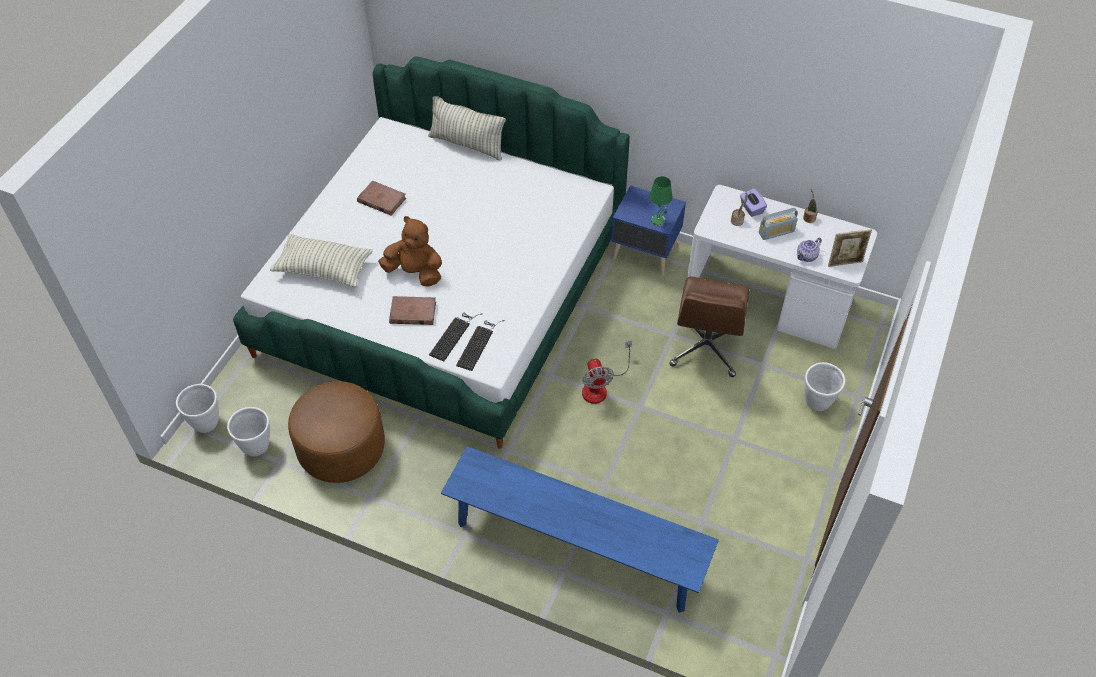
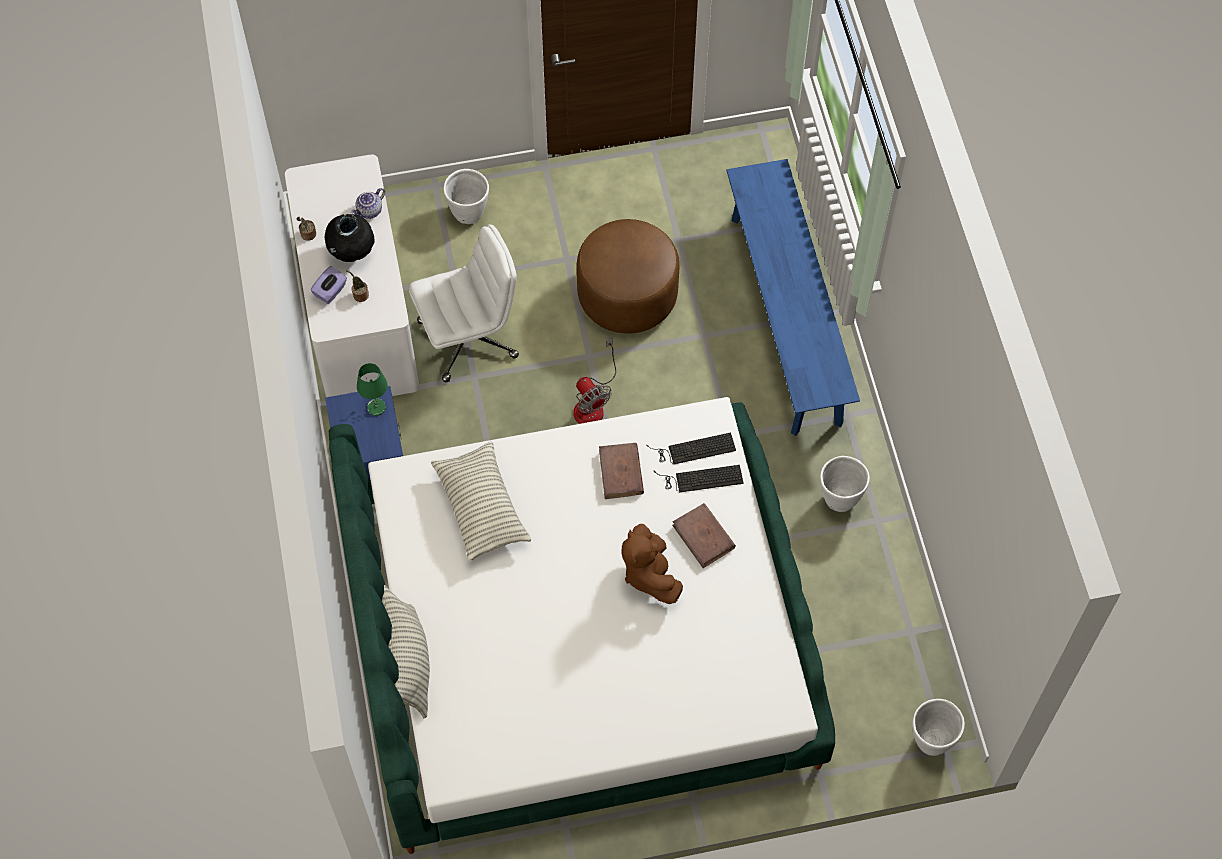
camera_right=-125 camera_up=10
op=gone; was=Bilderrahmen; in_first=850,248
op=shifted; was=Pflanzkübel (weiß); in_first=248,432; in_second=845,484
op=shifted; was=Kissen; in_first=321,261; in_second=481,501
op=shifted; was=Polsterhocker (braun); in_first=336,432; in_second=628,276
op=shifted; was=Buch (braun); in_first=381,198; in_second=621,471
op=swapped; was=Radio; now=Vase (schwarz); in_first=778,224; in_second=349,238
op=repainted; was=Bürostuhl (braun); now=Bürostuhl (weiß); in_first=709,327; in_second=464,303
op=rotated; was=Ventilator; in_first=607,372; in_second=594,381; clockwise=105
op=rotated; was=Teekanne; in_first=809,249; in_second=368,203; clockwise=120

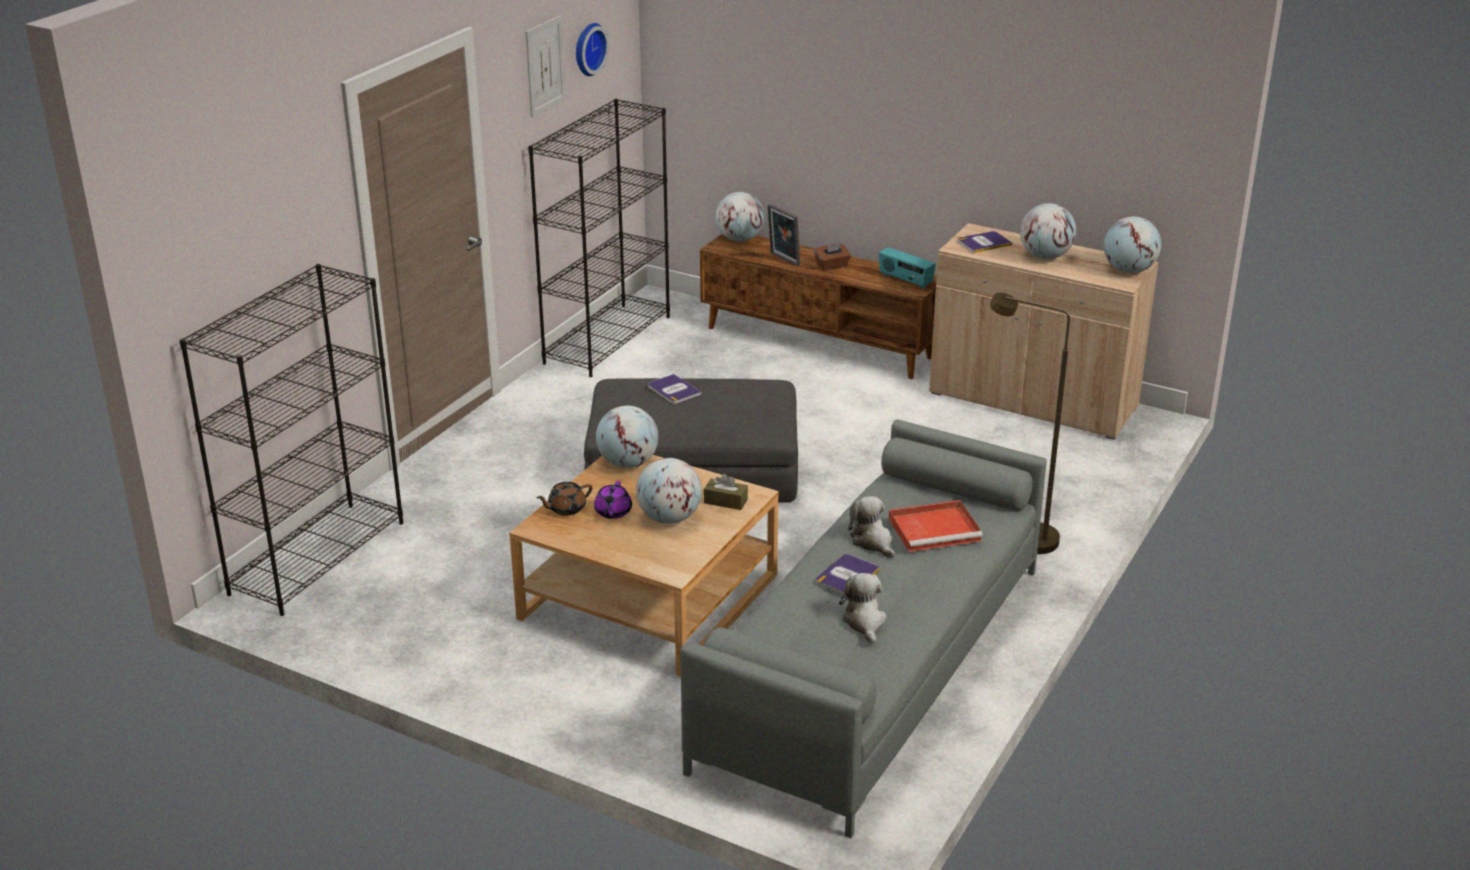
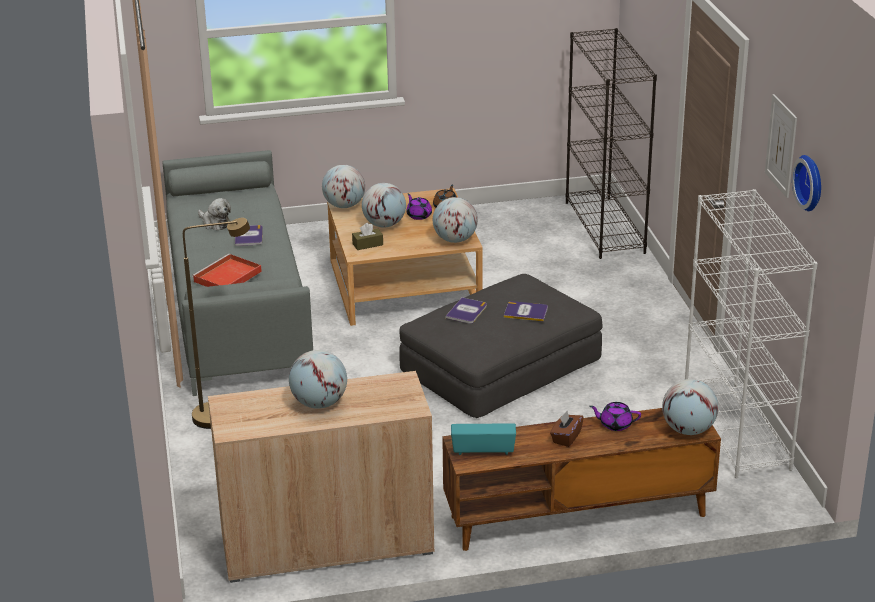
camera_right=140 camera_up=0
op=gone; was=Plüschtier; in_first=872,527
op=shifted; was=Buch; in_first=985,242; in_second=466,310
op=shifted; was=Globus; in_first=1132,244; in_second=343,186
op=swapped; was=Bilderrahmen; now=Teekanne (lila); in_first=783,235; in_second=615,416
op=repainted; was=Bücherregal (schwarz); now=Bücherregal (weiß); in_first=599,238; in_second=751,333

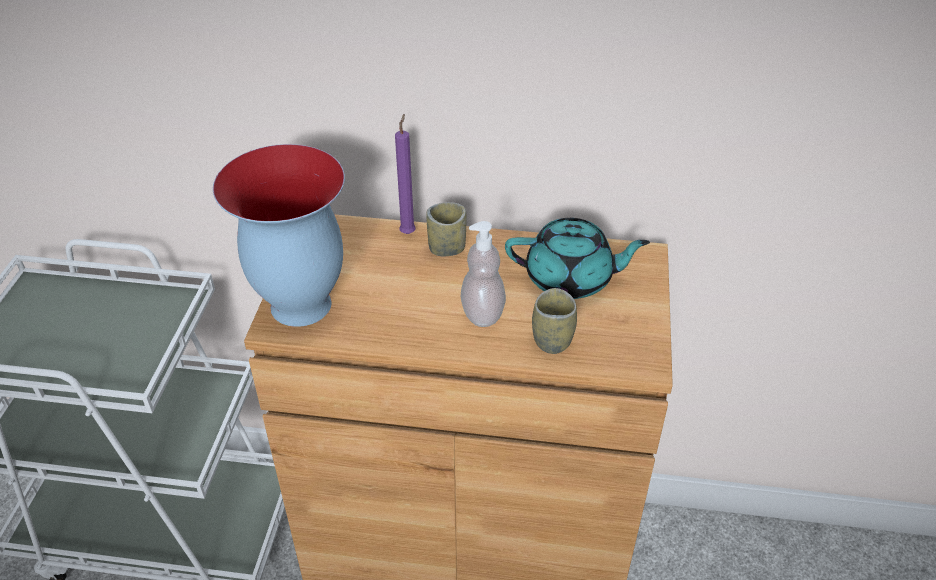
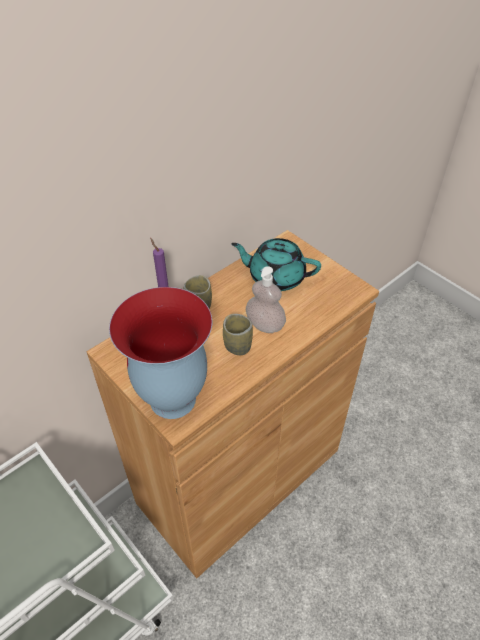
camera_right=-50 camera_up=5
op=shifted; was=Tasse; in_first=554,321; in_second=238,334
op=rotated; was=Teekanne (türkis); in_first=577,258; in_second=276,264; clockwise=-120

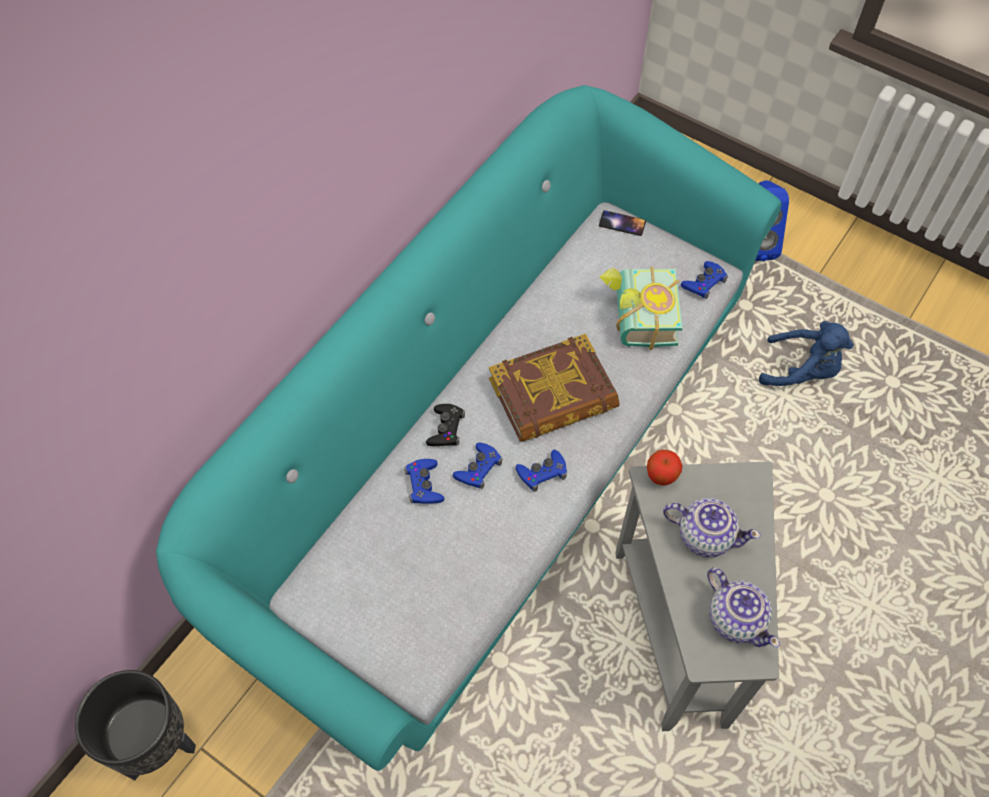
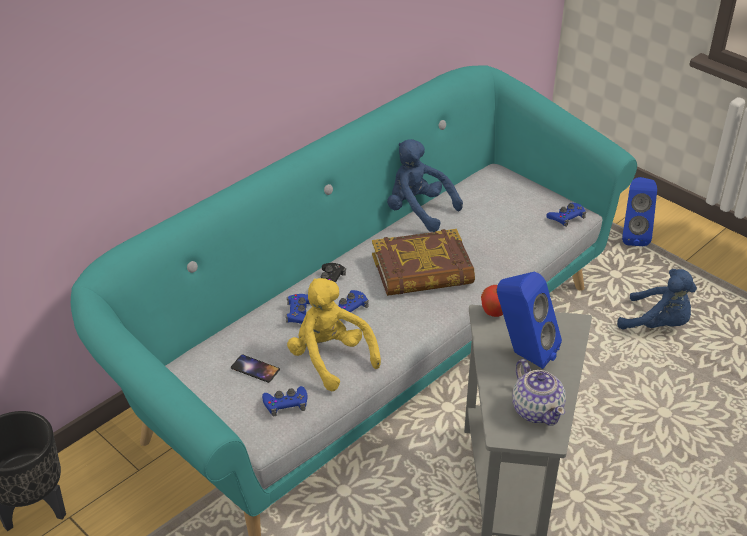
camera_right=10 camera_up=-20
op=gone; was=Buch; in_first=641,308
op=new; now=Plüschtier (gelb); in_second=334,334
op=new; now=Plüschtier (blau); in_second=425,185
op=shifted; was=Gamepad (blau); in_first=541,471; in_second=285,401
op=shifted; was=Handy; in_first=622,223; in_second=255,368
op=swapped; was=Teekanne; now=Lautsprecher (blau); in_first=712,527; in_second=529,320

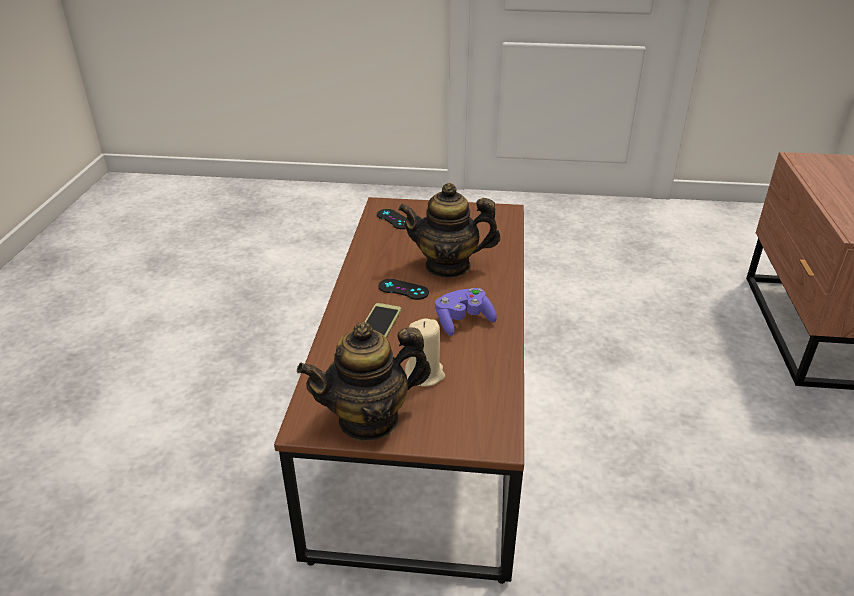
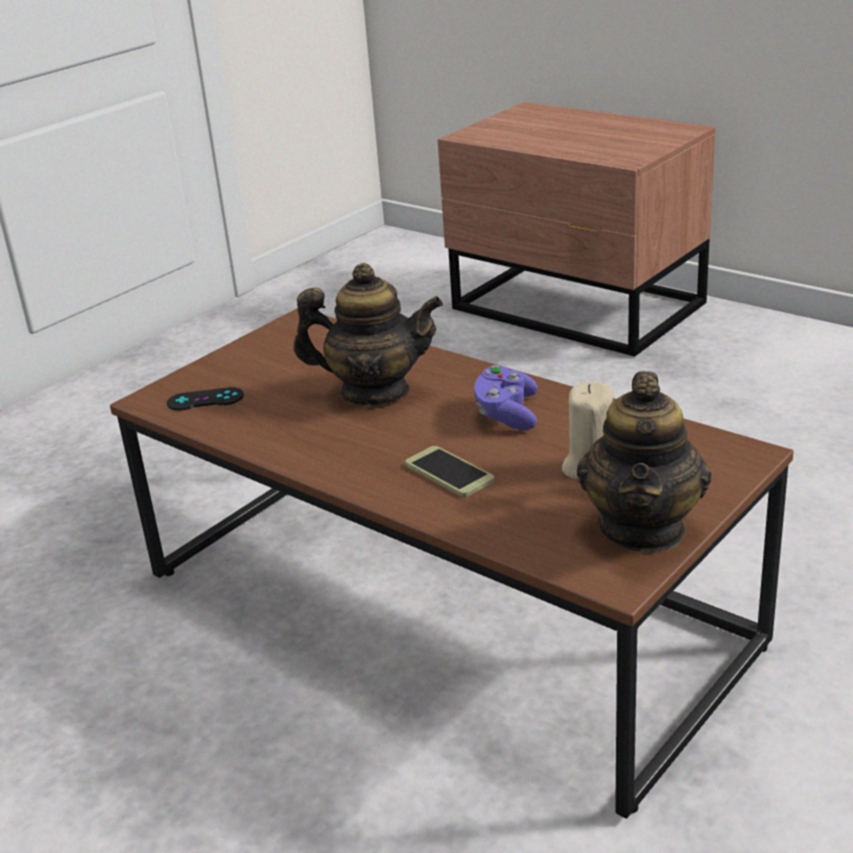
camera_right=-55 camera_up=-5
op=gone; was=Gamepad (schwarz); in_first=403,289
op=rotated; was=Teekanne; in_first=449,230; in_second=368,334; clockwise=-120

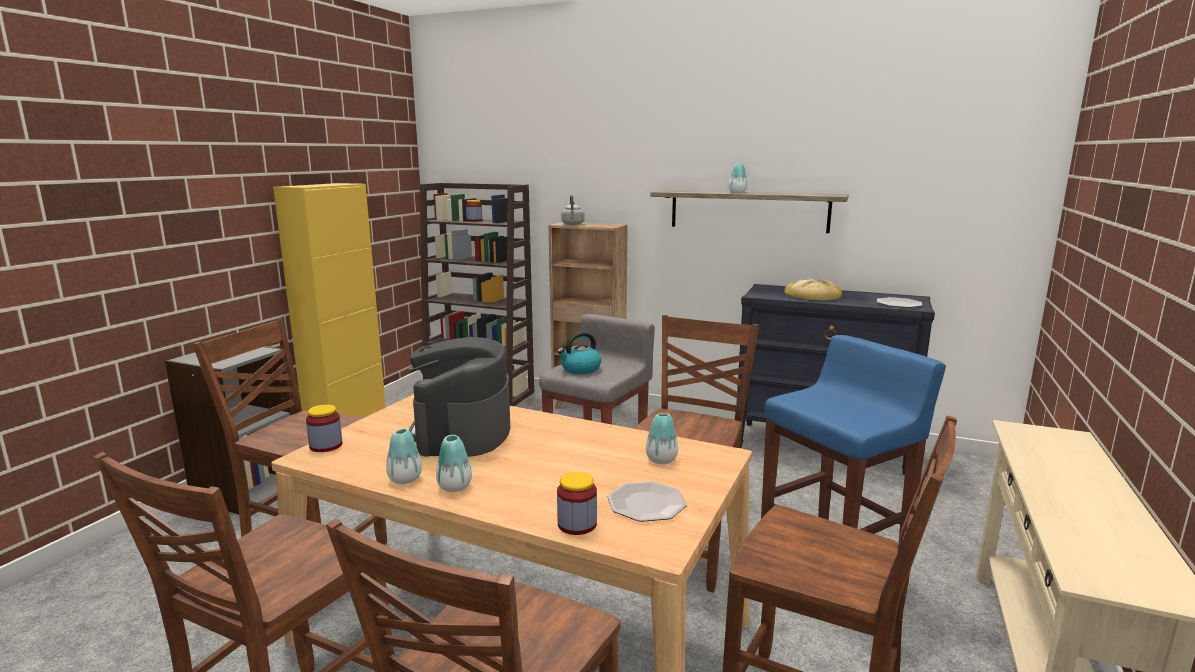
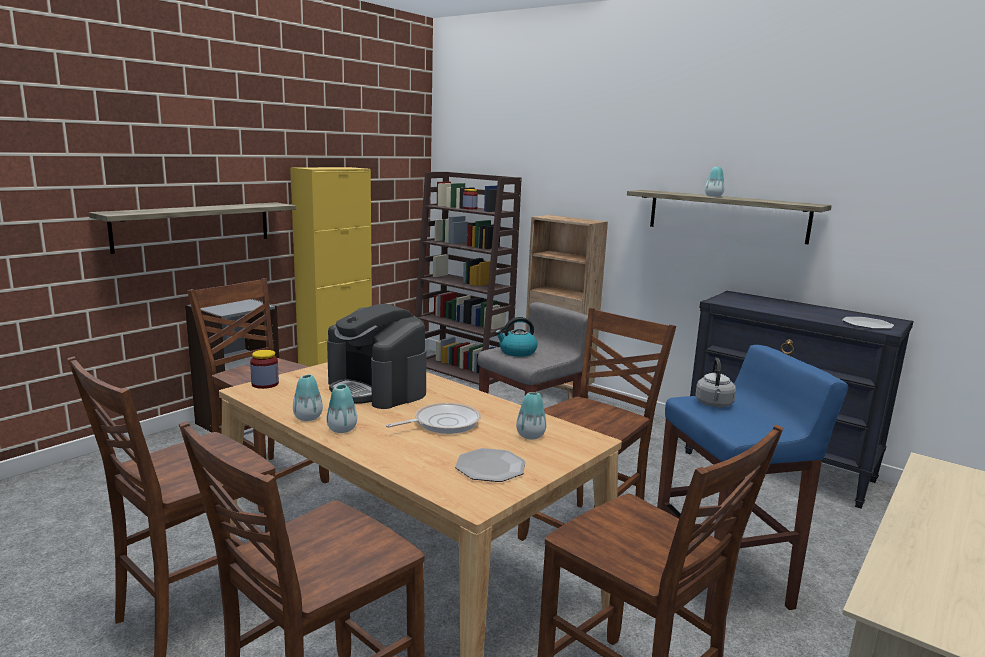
camera_right=15 camera_up=0
op=gone; was=Vorratsglas; in_first=577,503
op=gone; was=Brot; in_first=813,290
op=new; now=Wandregal; in_second=192,228
op=new; now=Pfanne; in_second=433,418
op=shifted; was=Wasserkessel (grau); in_first=572,210; in_second=715,382
op=rotated; was=Kaffeemaschine; in_first=459,397; in_second=376,356; clockwise=-60

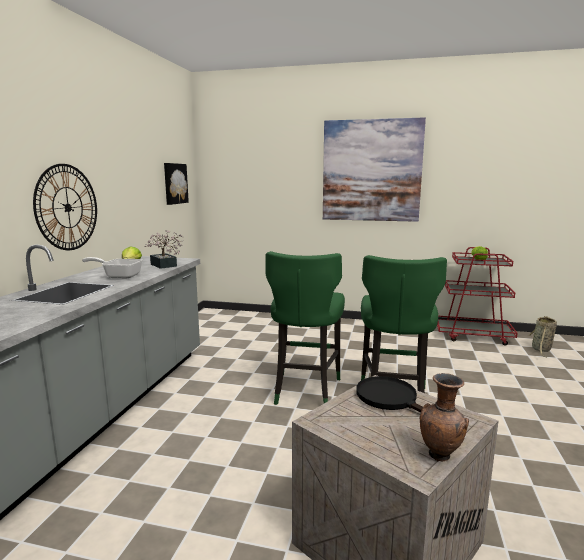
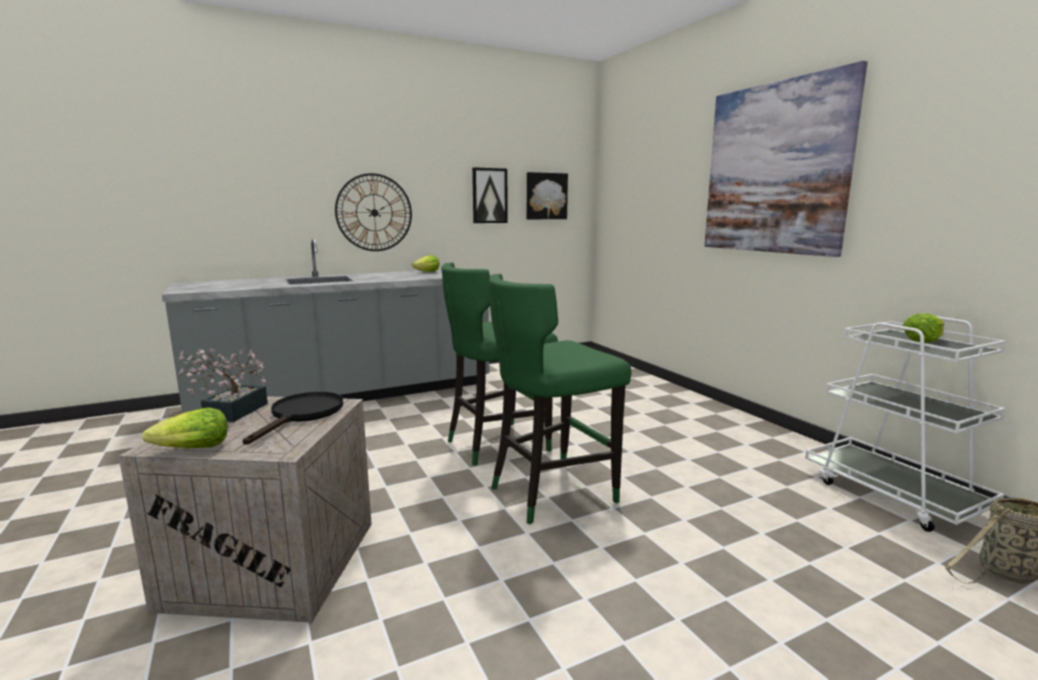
camera_right=50 camera_up=0
op=gone; was=Pfanne; in_first=112,267
op=new; now=Bild; in_second=490,195
op=shifted; was=Topfpflanze; in_first=164,249; in_second=223,385
op=swapped; was=Vase (braun); now=Salatkopf; in_first=444,417; in_second=185,427
op=repainted; was=Rollwagen (rot); now=Rollwagen (weiß); in_first=477,296; in_second=905,424

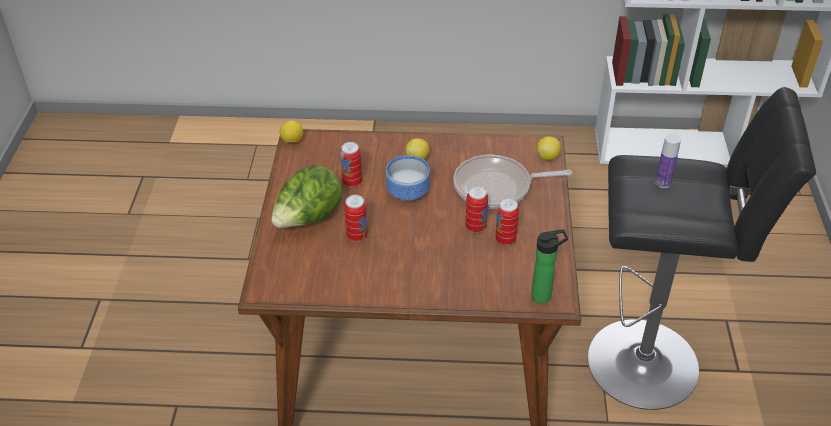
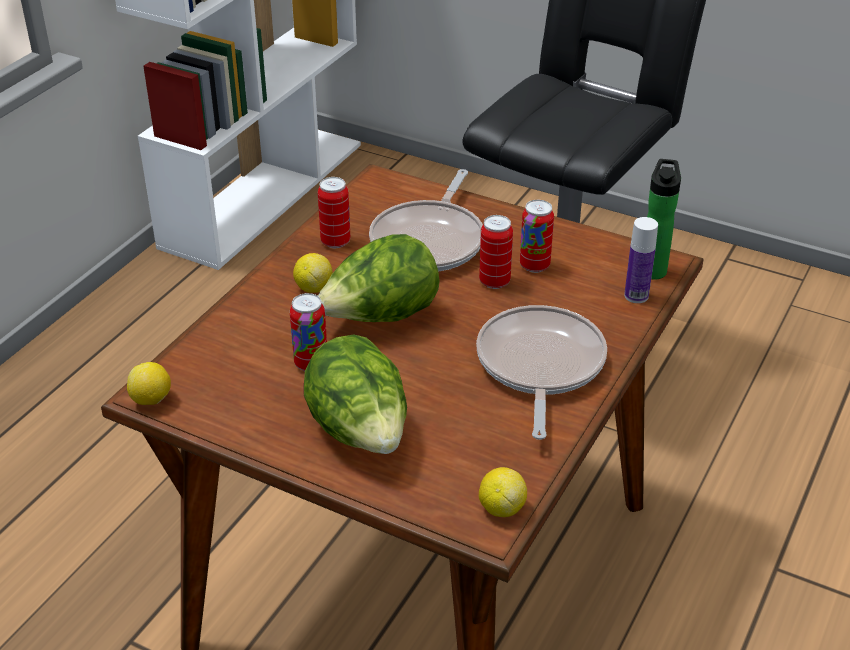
camera_right=-65 camera_up=-5
op=new; now=Pfanne; in_second=541,372
op=shifted; was=Dose; in_first=356,218; in_second=334,212
op=shifted; was=Zitrone; in_first=549,148; in_second=503,492
op=shifted; was=Flasche; in_first=668,161; in_second=641,260
op=swapped; was=Schüssel; now=Salatkopf; in_first=408,178; in_second=379,278

